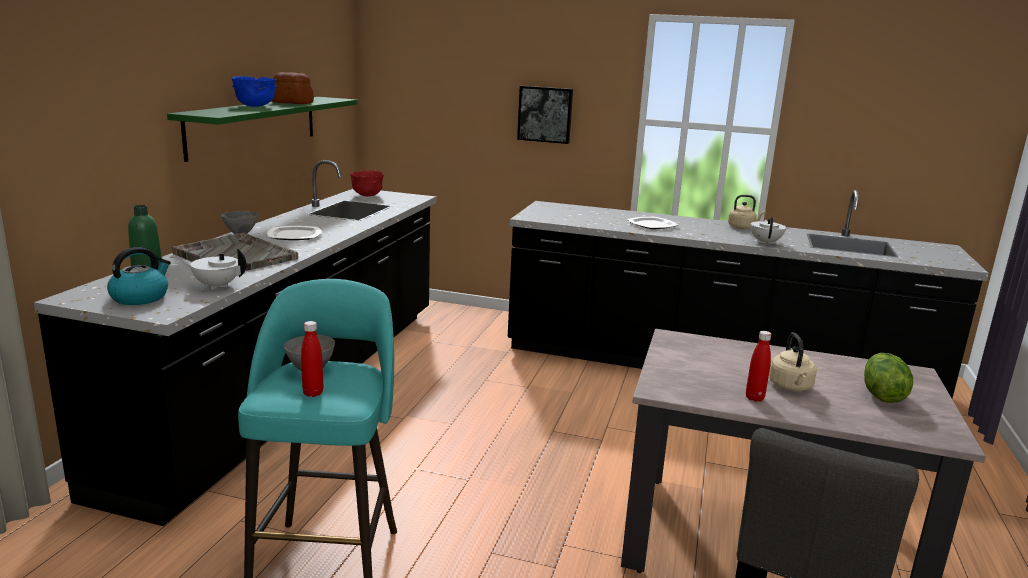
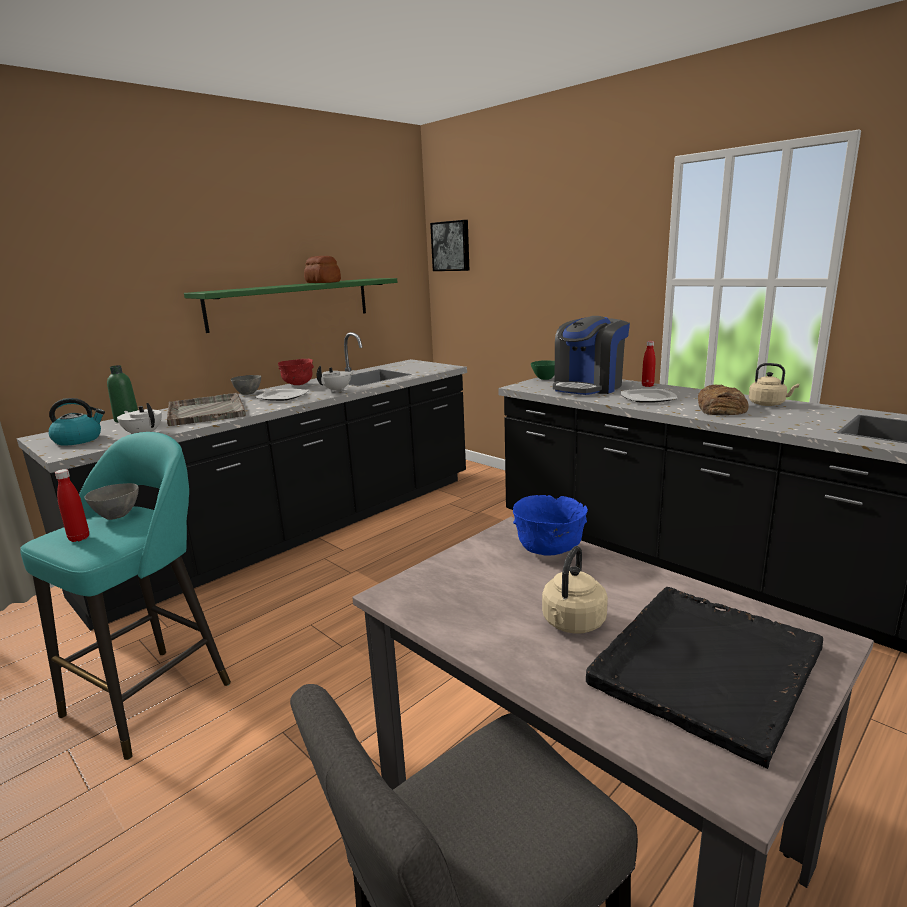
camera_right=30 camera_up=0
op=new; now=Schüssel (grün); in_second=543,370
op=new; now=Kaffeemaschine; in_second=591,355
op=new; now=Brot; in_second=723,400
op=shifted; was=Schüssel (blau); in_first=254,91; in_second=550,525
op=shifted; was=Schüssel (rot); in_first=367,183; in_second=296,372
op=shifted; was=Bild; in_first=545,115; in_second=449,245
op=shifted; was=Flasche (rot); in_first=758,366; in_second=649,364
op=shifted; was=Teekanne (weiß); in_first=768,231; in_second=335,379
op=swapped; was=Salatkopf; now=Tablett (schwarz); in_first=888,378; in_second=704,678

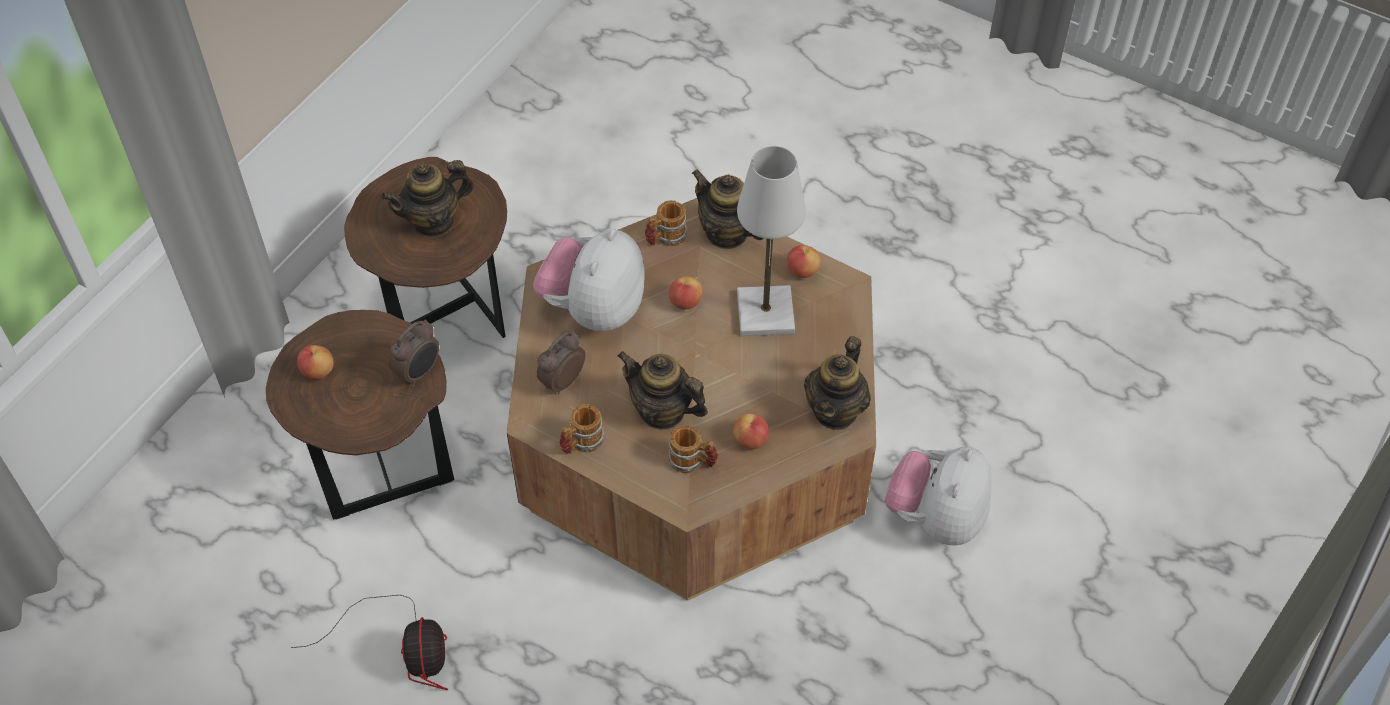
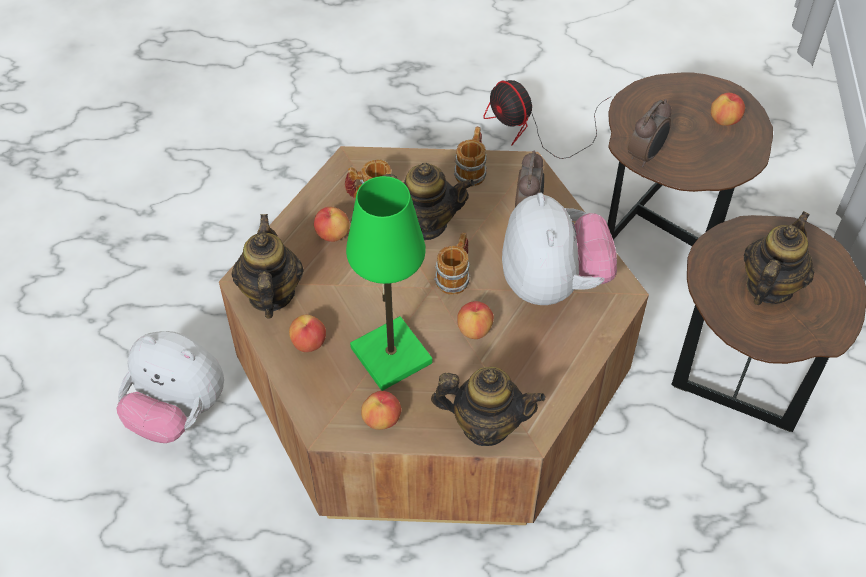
camera_right=150 camera_up=0
op=new; now=Apfel; in_second=307,333
op=shifted; was=Henkelbecher; in_first=666,223; in_second=452,264
op=repainted; was=Tischlampe (weiß); now=Tischlampe (grün); in_first=771,241; in_second=389,283
op=rotated; was=Wecker; in_first=414,353; in_second=650,133; clockwise=-150
op=rotated; was=Plüschtier; in_first=938,496; in_second=170,387; clockwise=120

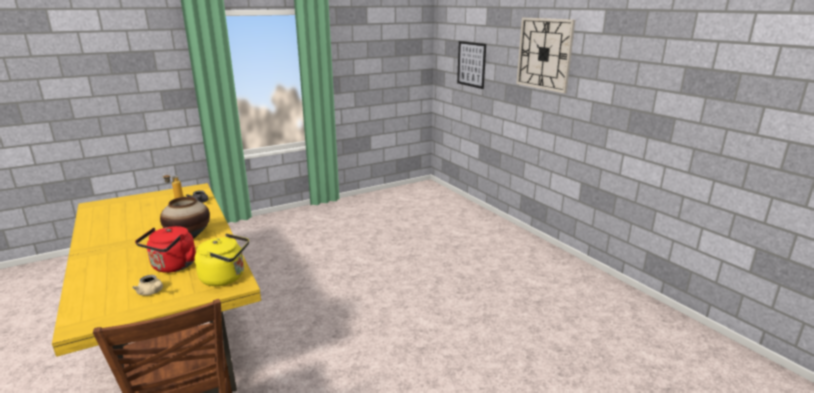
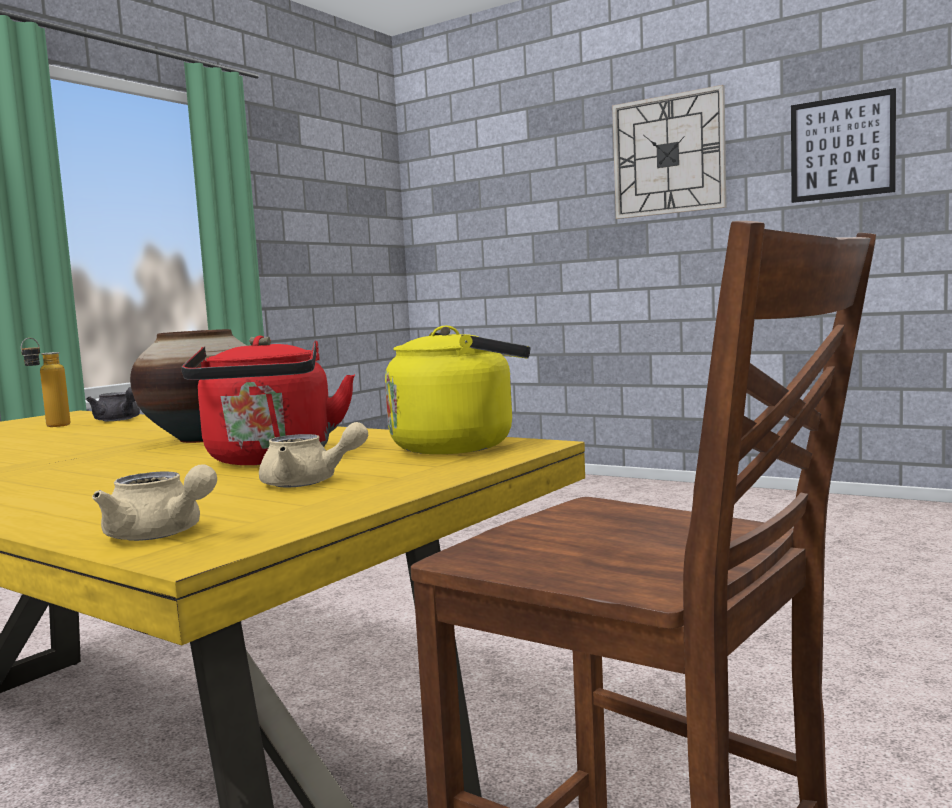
camera_right=-25 camera_up=-15
op=new; now=Teekanne (beige); in_second=154,502
op=shifted; was=Bild; in_first=471,65; in_second=843,145

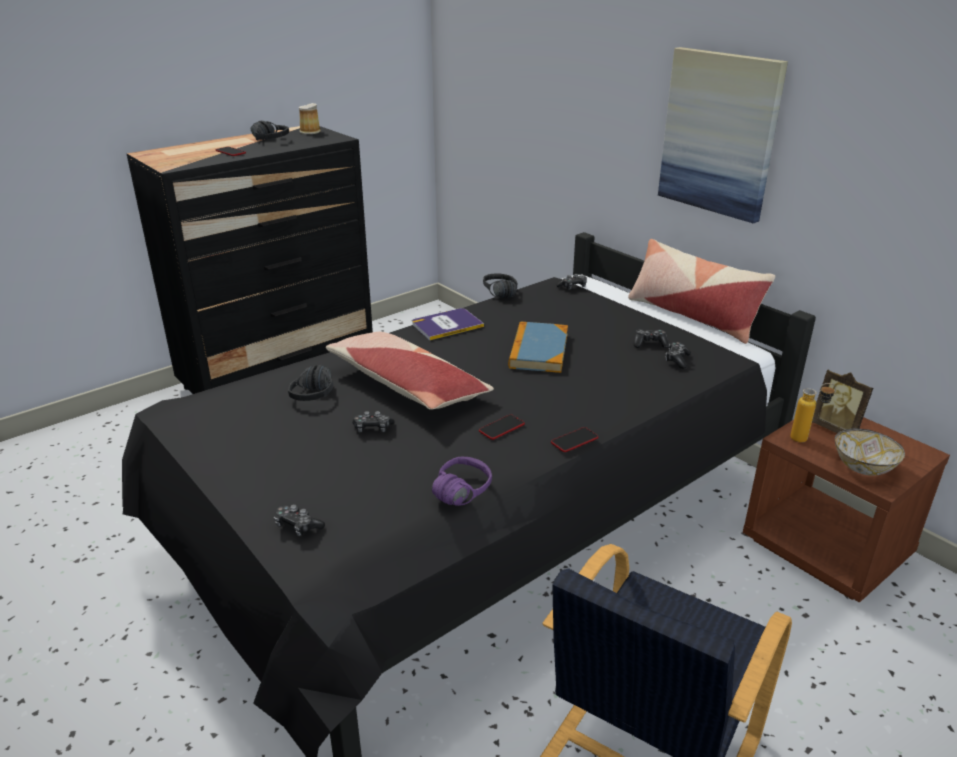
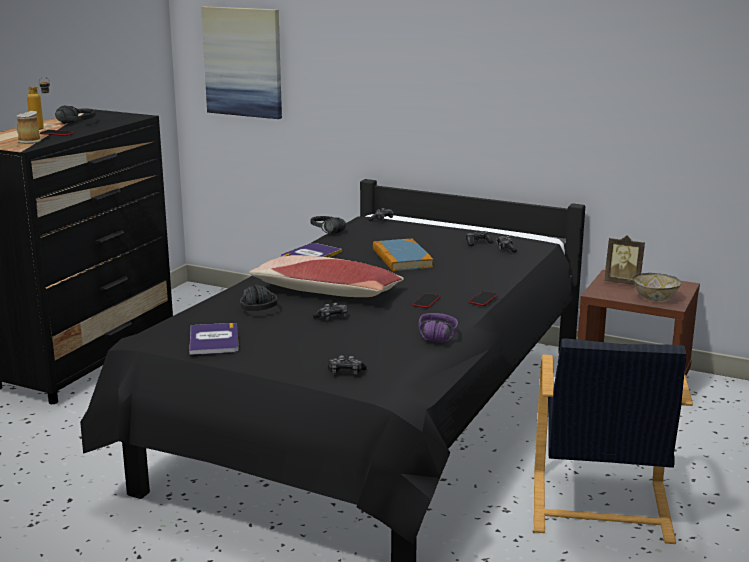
camera_right=-25 camera_up=-10
op=gone; was=Kissen; in_first=701,291
op=new; now=Buch; in_second=214,339
op=shifted; was=Henkelbecher; in_first=310,118; in_second=28,127
op=shifted; was=Bild; in_first=723,135; in_second=241,62
op=shifted; was=Flasche; in_first=813,413; in_second=38,103

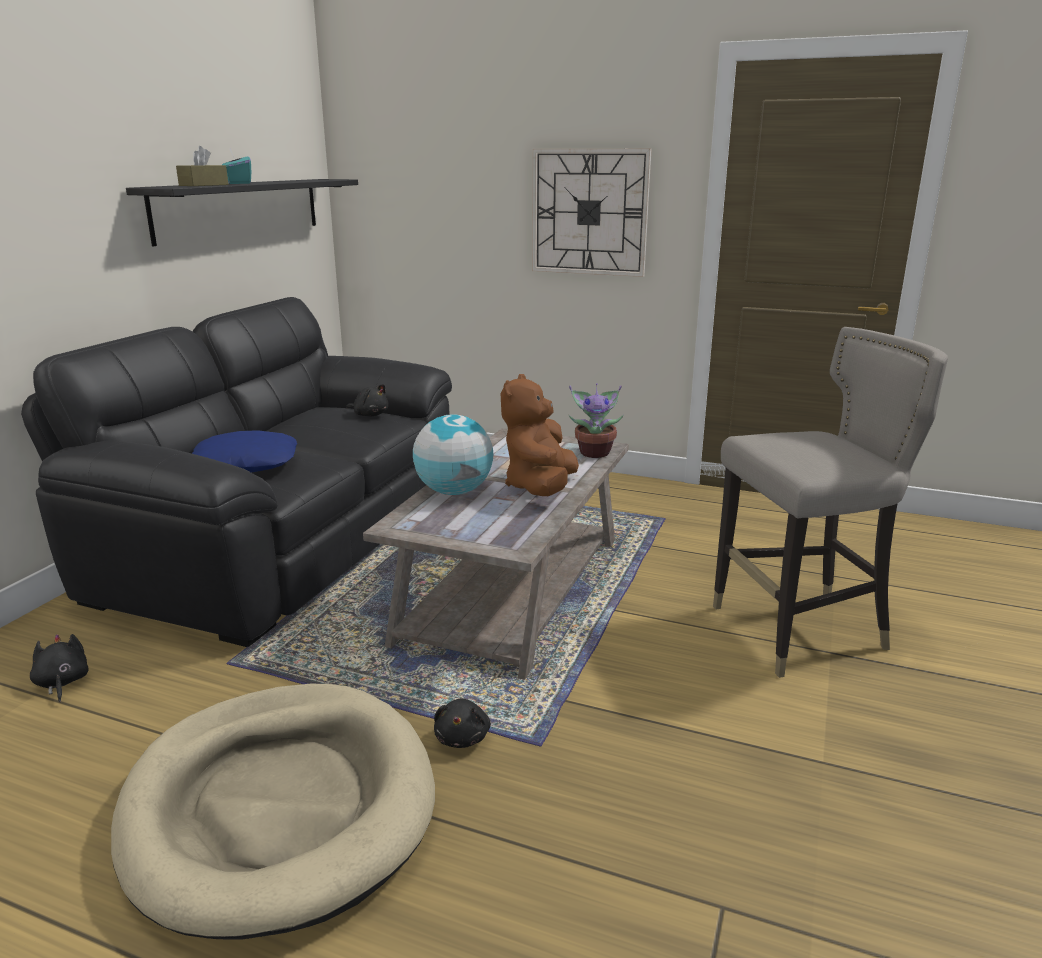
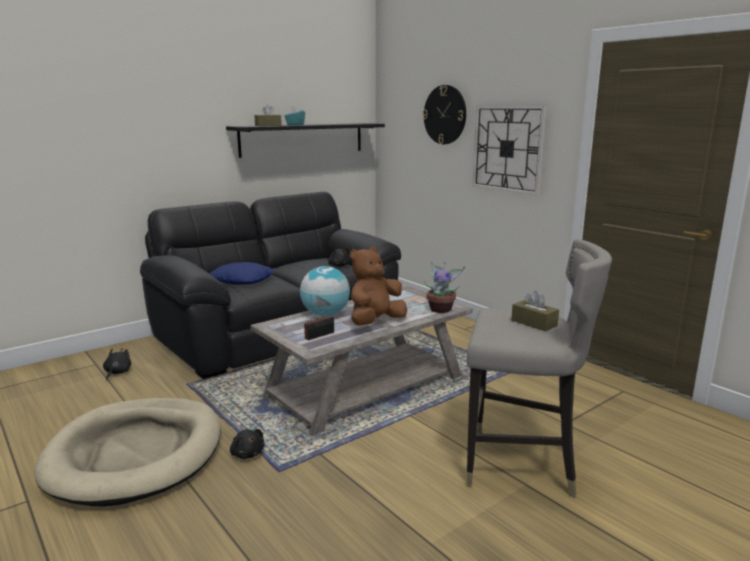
camera_right=30 camera_up=-5
op=new; now=Radio; in_second=319,321
op=new; now=Wanduhr; in_second=444,114
op=new; now=Taschentuchbox (braun); in_second=535,311
op=rotated; was=Plüschtier (schwarz); in_first=462,723; in_second=247,444; clockwise=-75

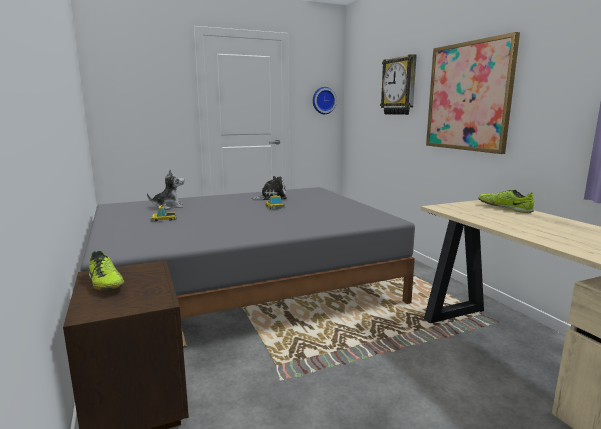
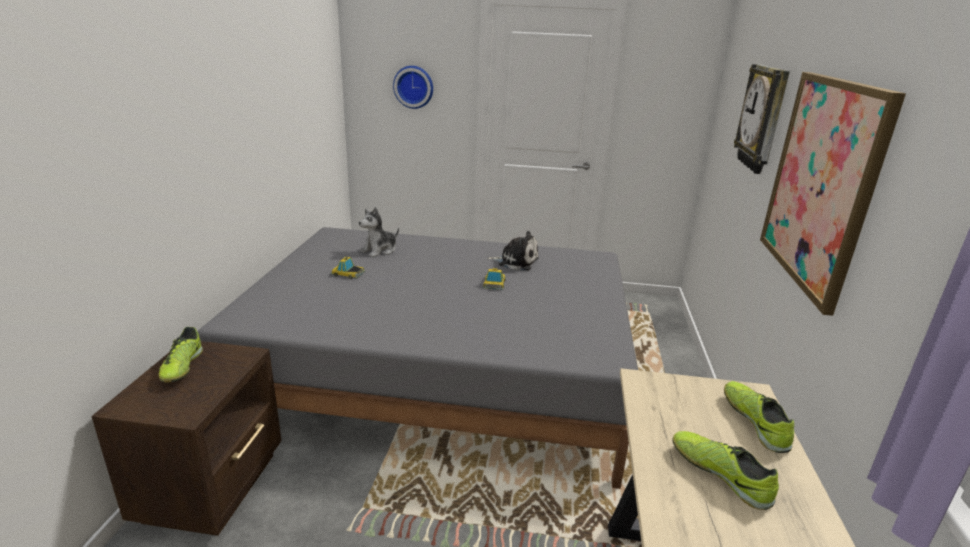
camera_right=30 camera_up=10
op=new; now=Schuh; in_second=725,470
op=shifted; was=Wanduhr; in_first=325,100; in_second=413,87
op=rotated; was=Plüschtier; in_first=165,189; in_second=379,232; clockwise=120

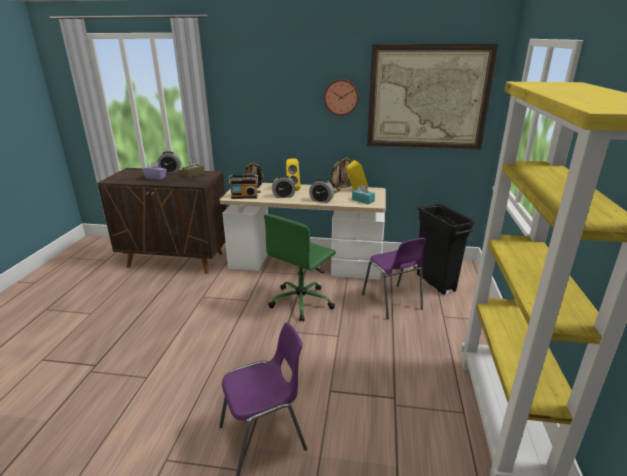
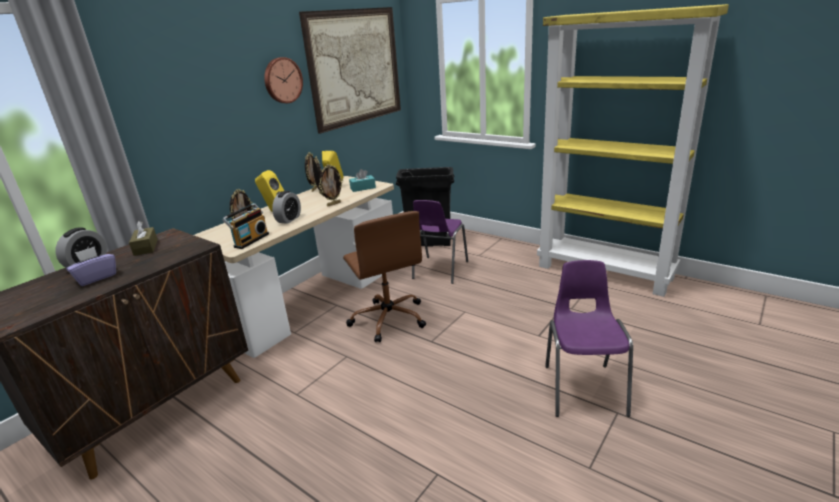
camera_right=-60 camera_up=0
op=swapped; was=Wecker; now=Bilderrahmen; in_first=321,191; in_second=331,185
op=repainted; was=Bürostuhl (grün); now=Bürostuhl (braun); in_first=300,267; in_second=384,276
op=rotated; was=Stuhl (lila); in_first=394,278; in_second=440,242; clockwise=105

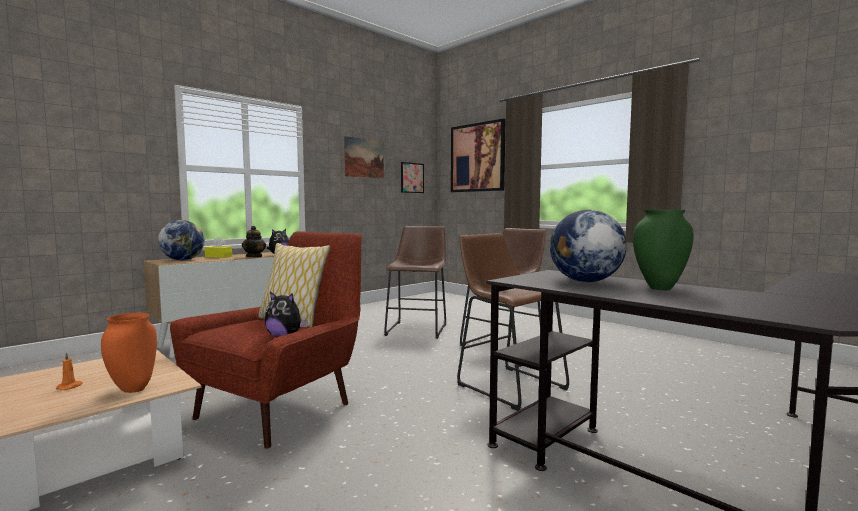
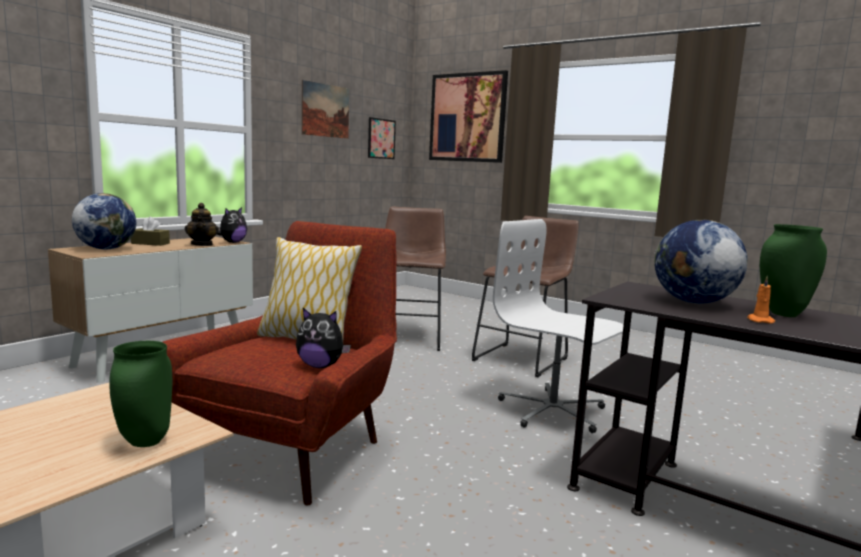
camera_right=-10 camera_up=5
op=shifted; was=Kerze (orange); in_first=69,371; in_second=761,300
op=swapped; was=Hocker (braun); now=Bürostuhl (weiß); in_first=513,322; in_second=558,326
op=repainted; was=Vase (orange); now=Vase (grün); in_first=129,353; in_second=140,394
op=repainted; was=Taschentuchbox (gelb); now=Taschentuchbox (braun); in_first=218,247; in_second=150,231

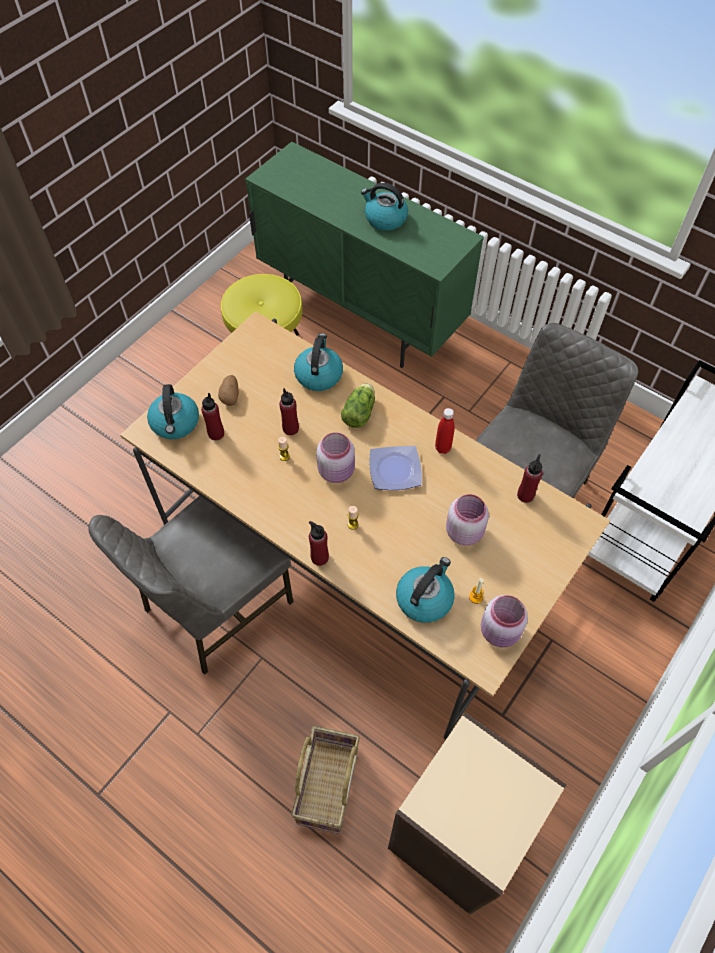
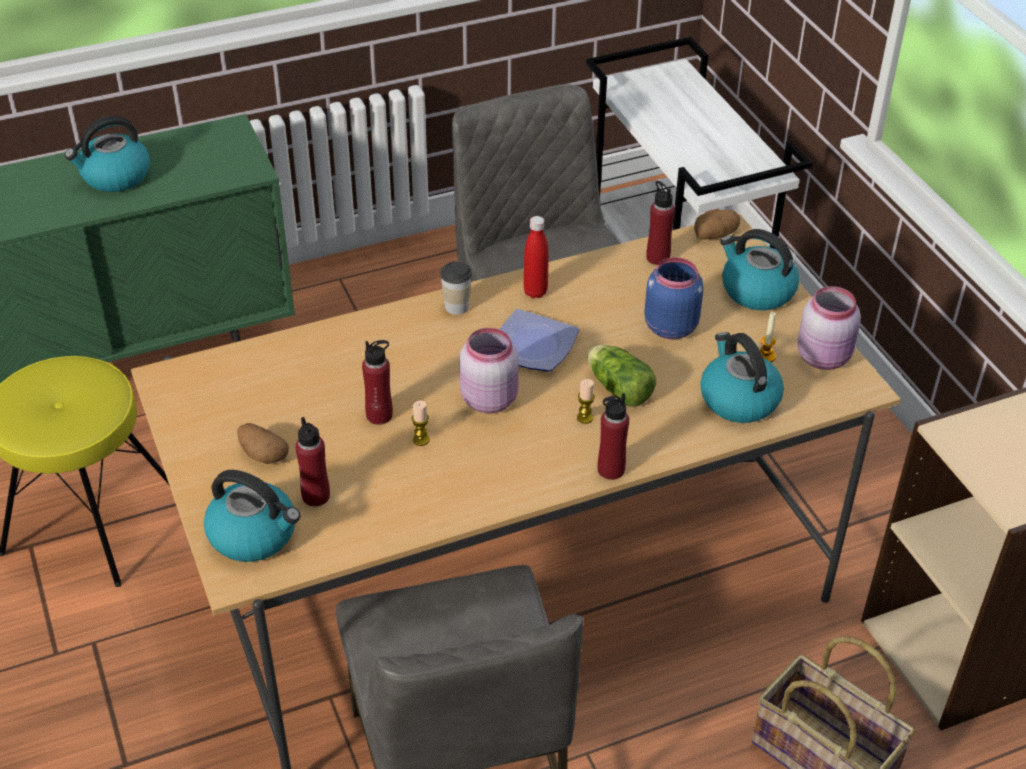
camera_right=-60 camera_up=-15
op=new; now=Tasse; in_second=456,288
op=new; now=Kartoffel; in_second=717,225
op=shifted; was=Wasserkessel; in_first=318,362; in_second=759,269
op=shifted; was=Salatkopf; in_first=358,405; in_second=622,376
op=repainted; was=Vorratsglas (rosa); now=Vorratsglas (blau); in_first=467,520; in_second=674,298

